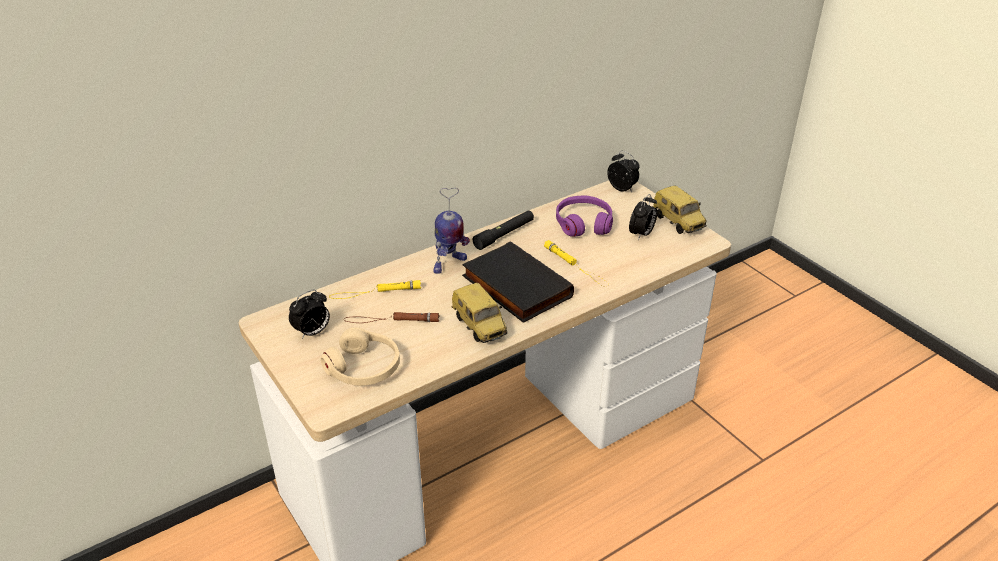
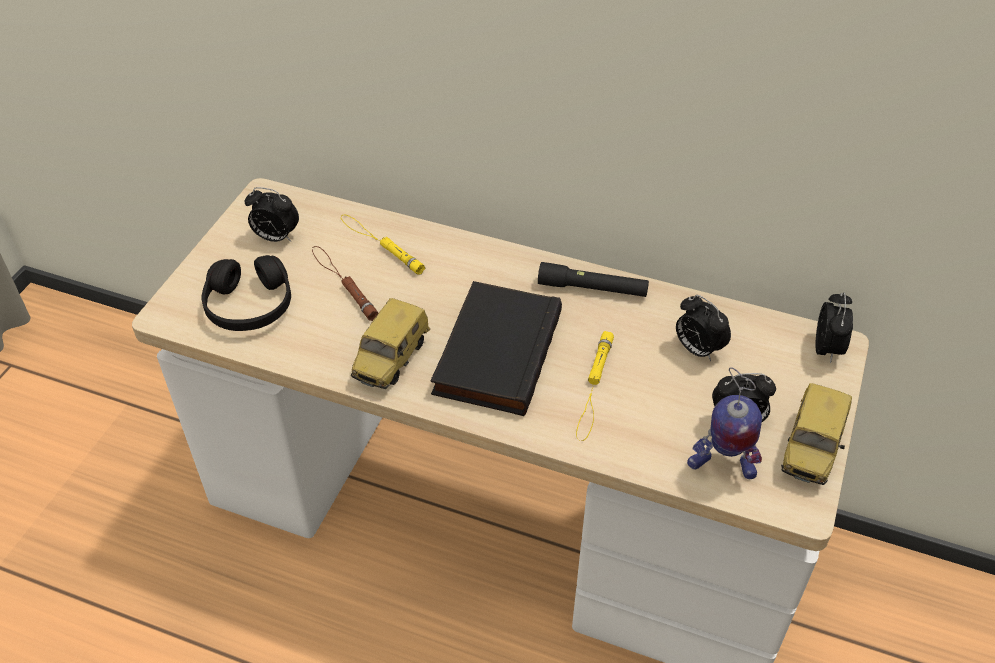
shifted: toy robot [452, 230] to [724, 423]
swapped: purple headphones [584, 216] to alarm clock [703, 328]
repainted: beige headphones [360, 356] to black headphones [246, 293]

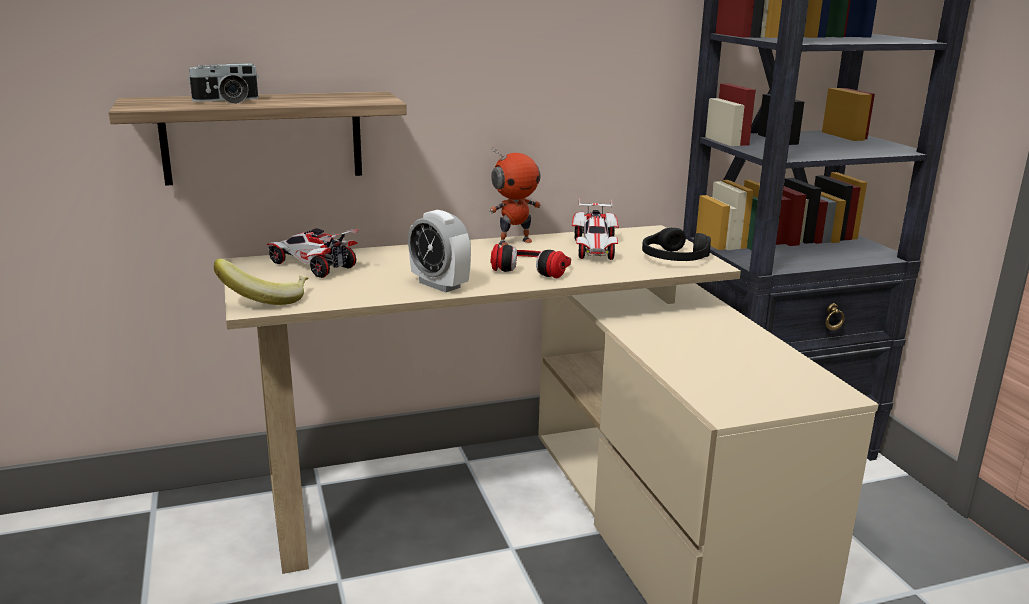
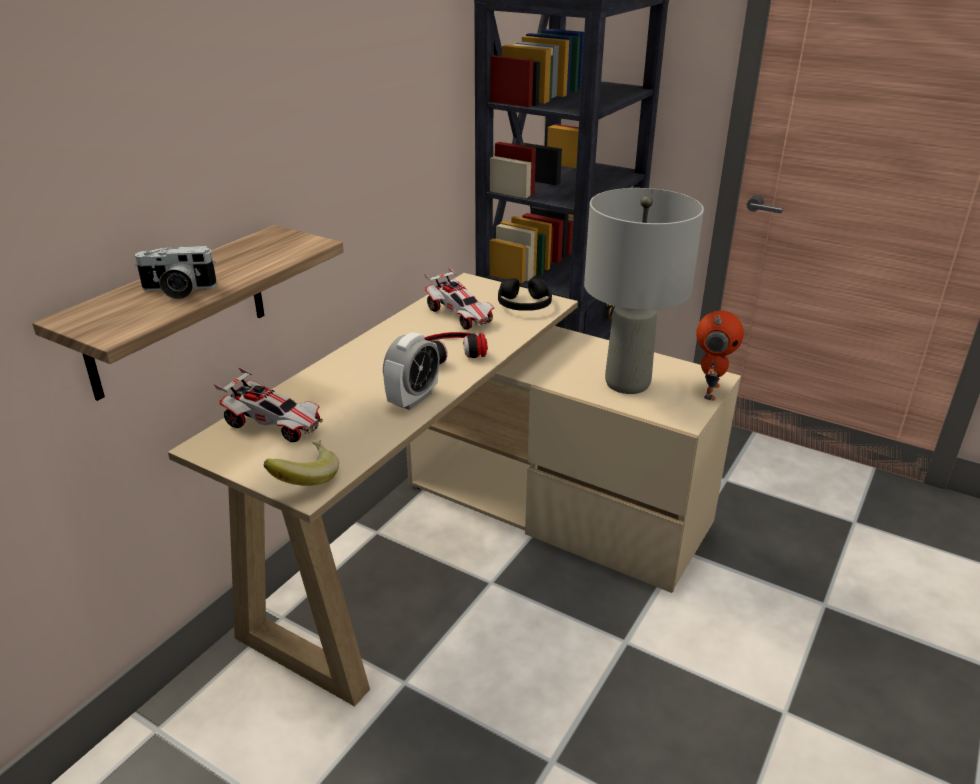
new: grey table lamp [644, 291]
shifted: toy robot [515, 196] to [720, 355]
rotated: photo camera [223, 83] = [175, 272] 60 degrees clockwise; alarm clock [439, 251] = [411, 371] 60 degrees counterclockwise; toy car [313, 253] = [268, 404] 150 degrees counterclockwise

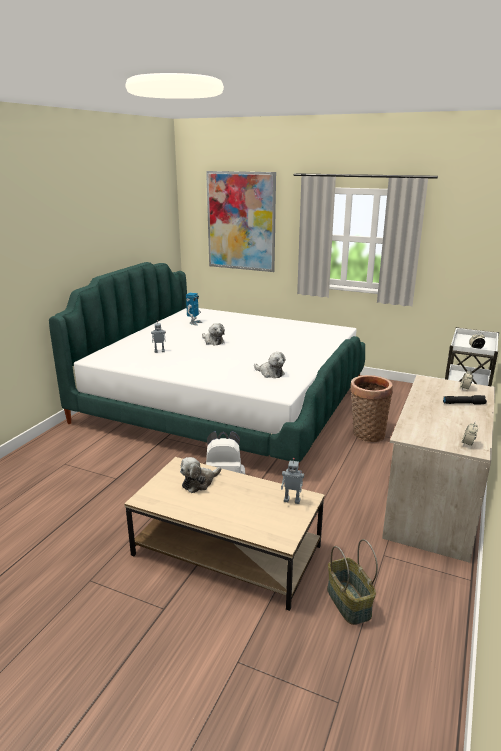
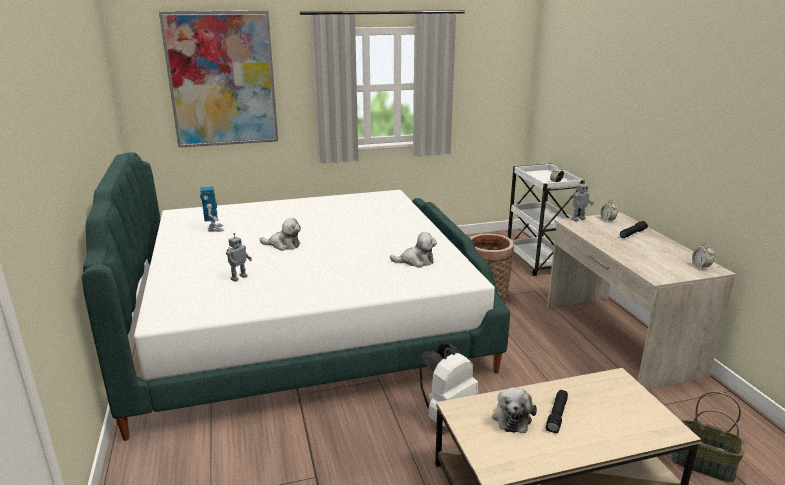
new: black flashlight [557, 411]
shifted: toy robot [292, 481] to [583, 200]

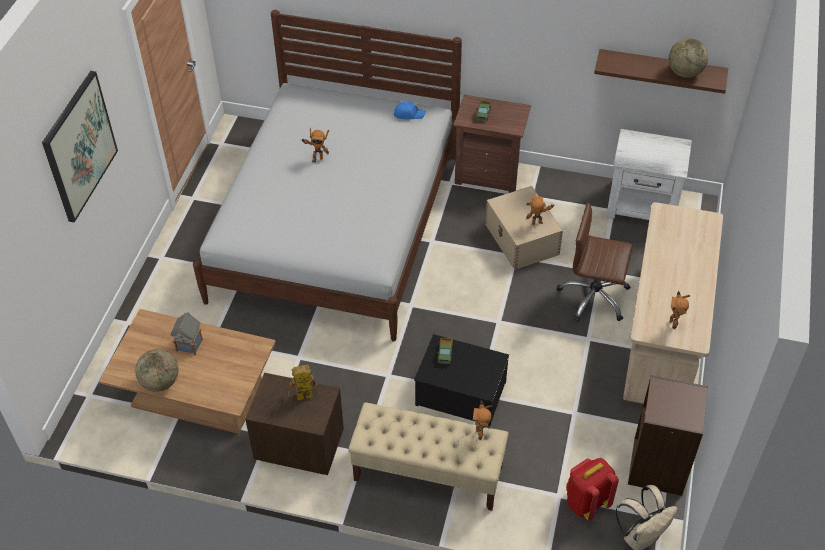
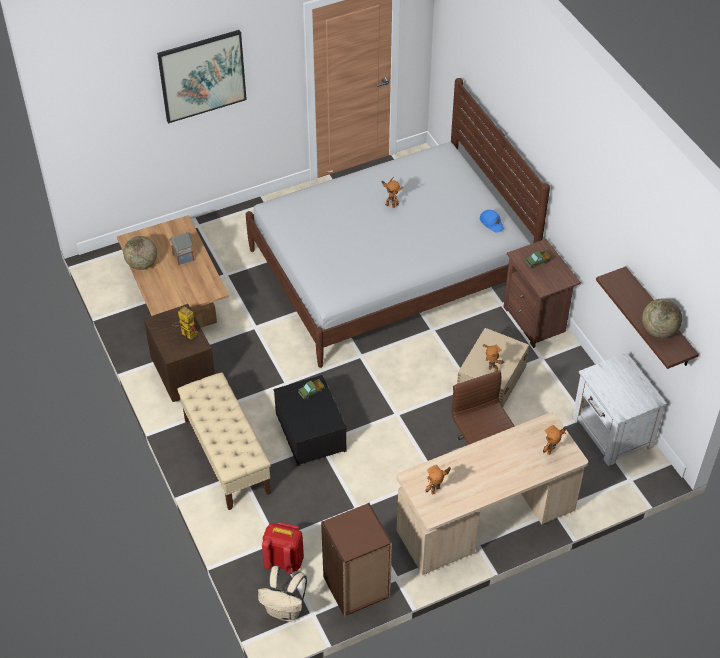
shifted: toy robot [482, 420] to [555, 440]

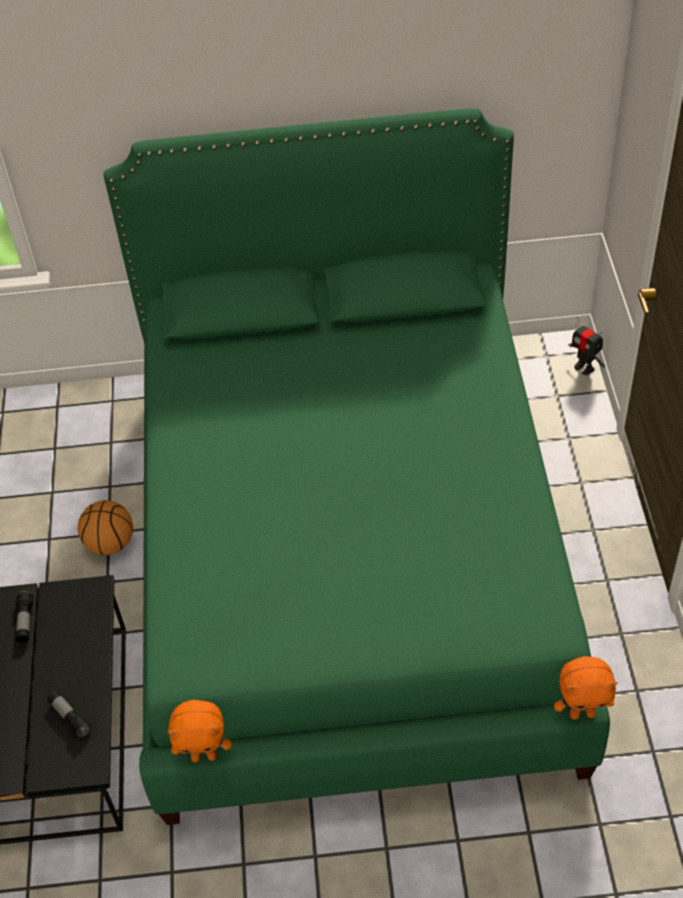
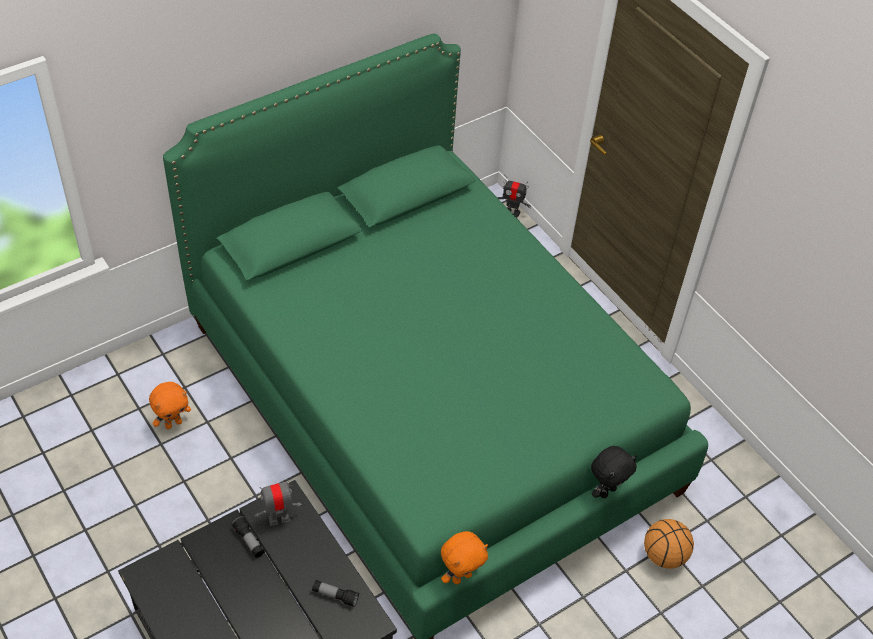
new: black plush toy [614, 472]; toy robot [278, 502]
shifted: basketball [105, 527] to [669, 544]; orange plush toy [585, 688] to [170, 405]

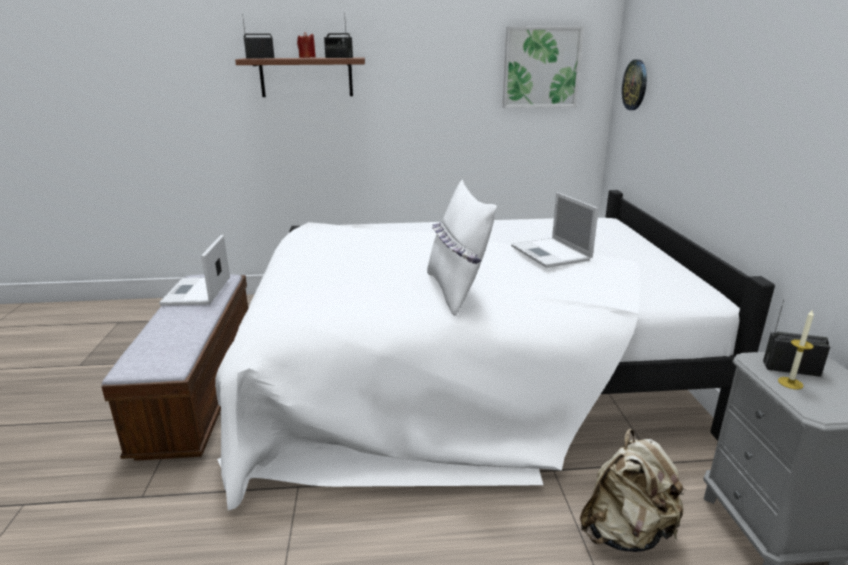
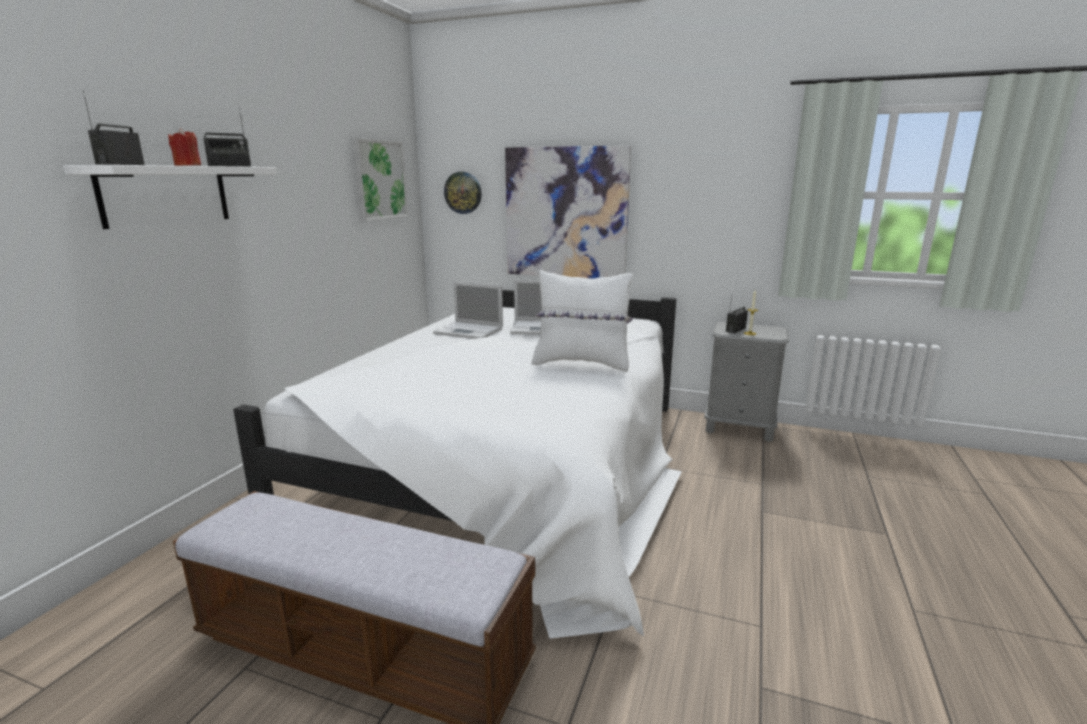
gone: beige backpack [633, 490]
new: picture [568, 212]
shifted: laptop [194, 270] to [468, 310]
repainted: brown shelf [300, 77] to white shelf [170, 197]

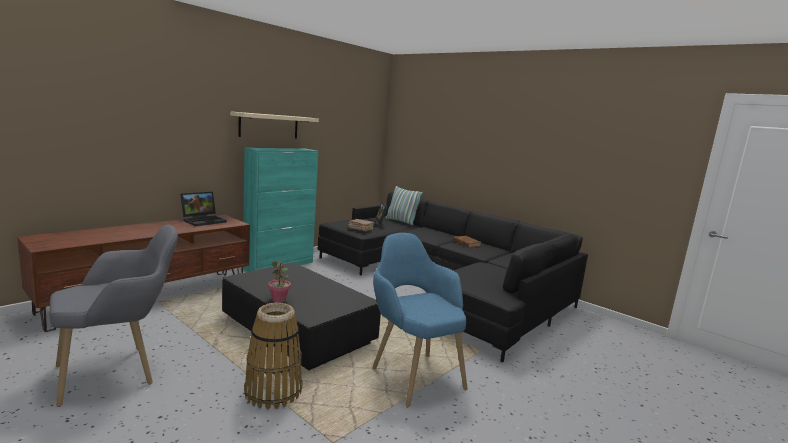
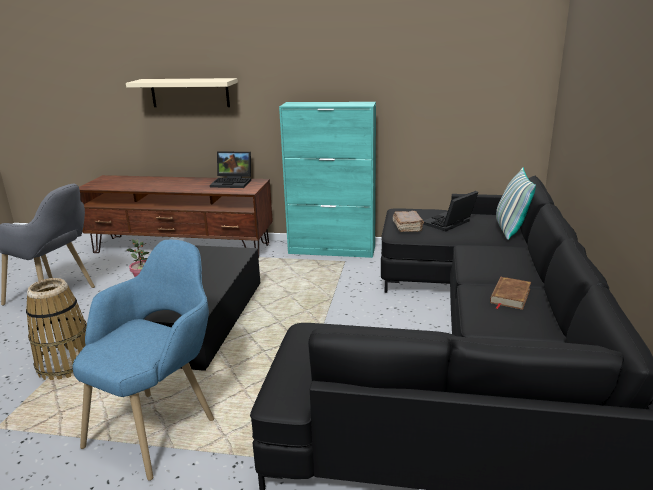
shifted: beige shelf [274, 125] to [182, 92]

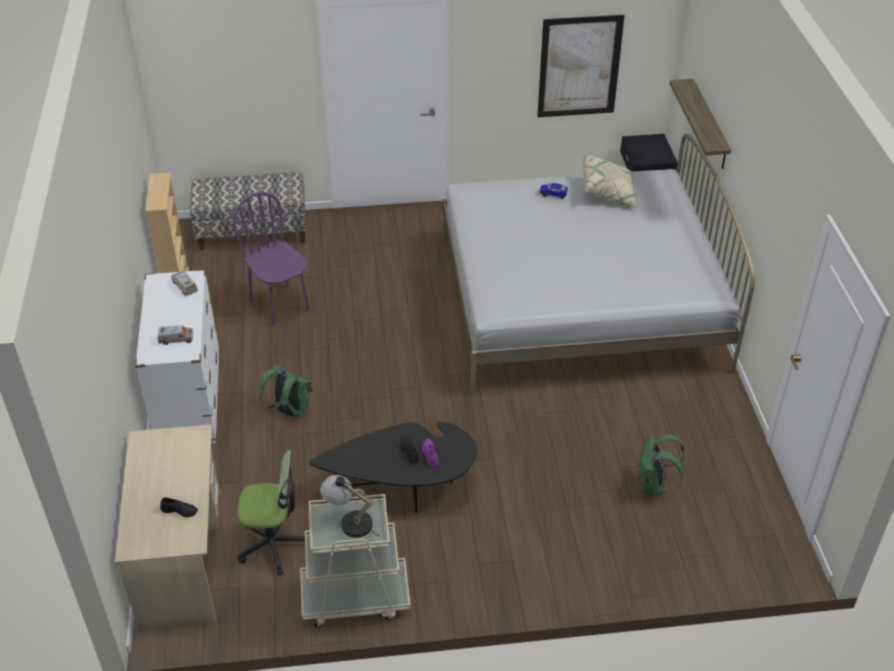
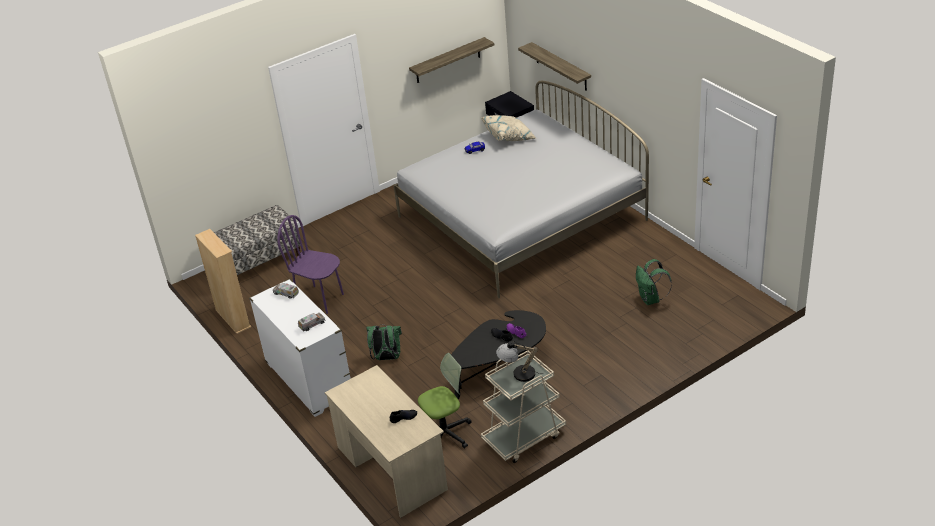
swapped: picture [581, 66] to shelf [451, 60]

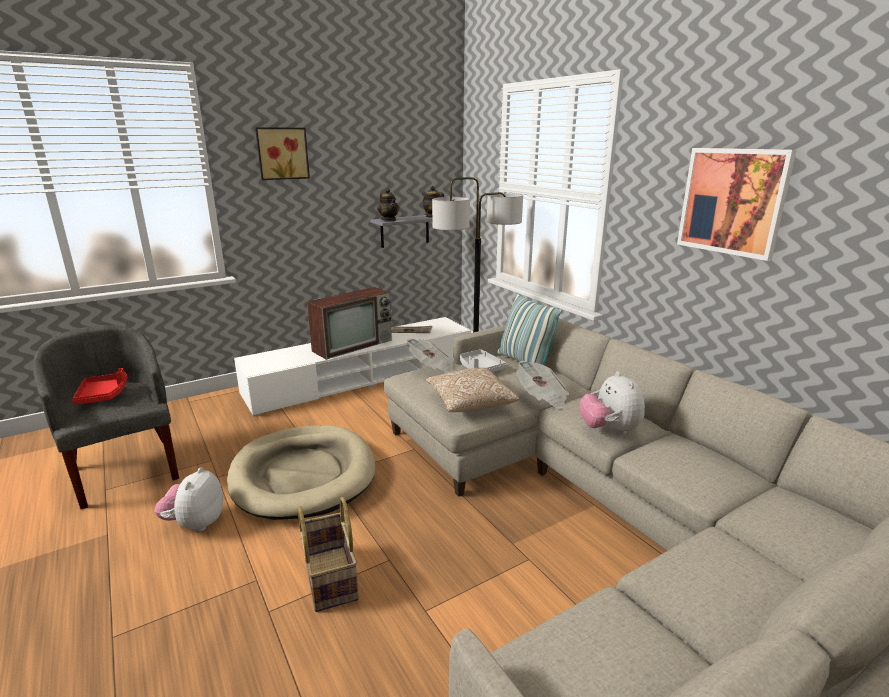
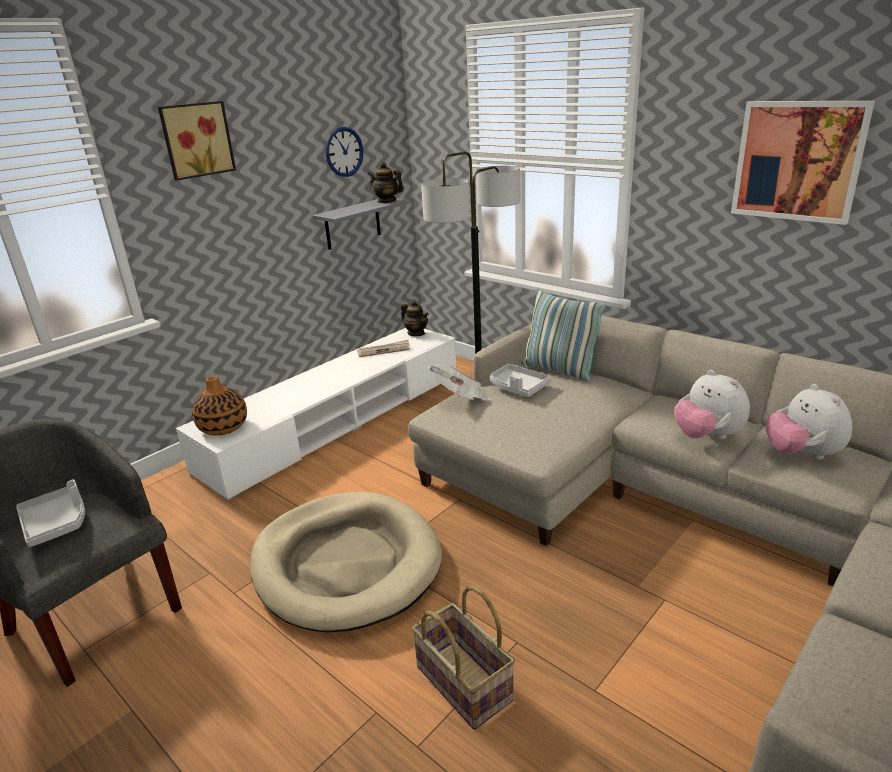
gone: television [349, 323]; newspaper [542, 385]; pillow [472, 390]
new: wall clock [344, 152]; vase [219, 405]
shifted: teapot [388, 204] to [415, 318]; plush toy [189, 499] to [809, 422]
repainted: red tray [100, 386] to grey tray [50, 513]

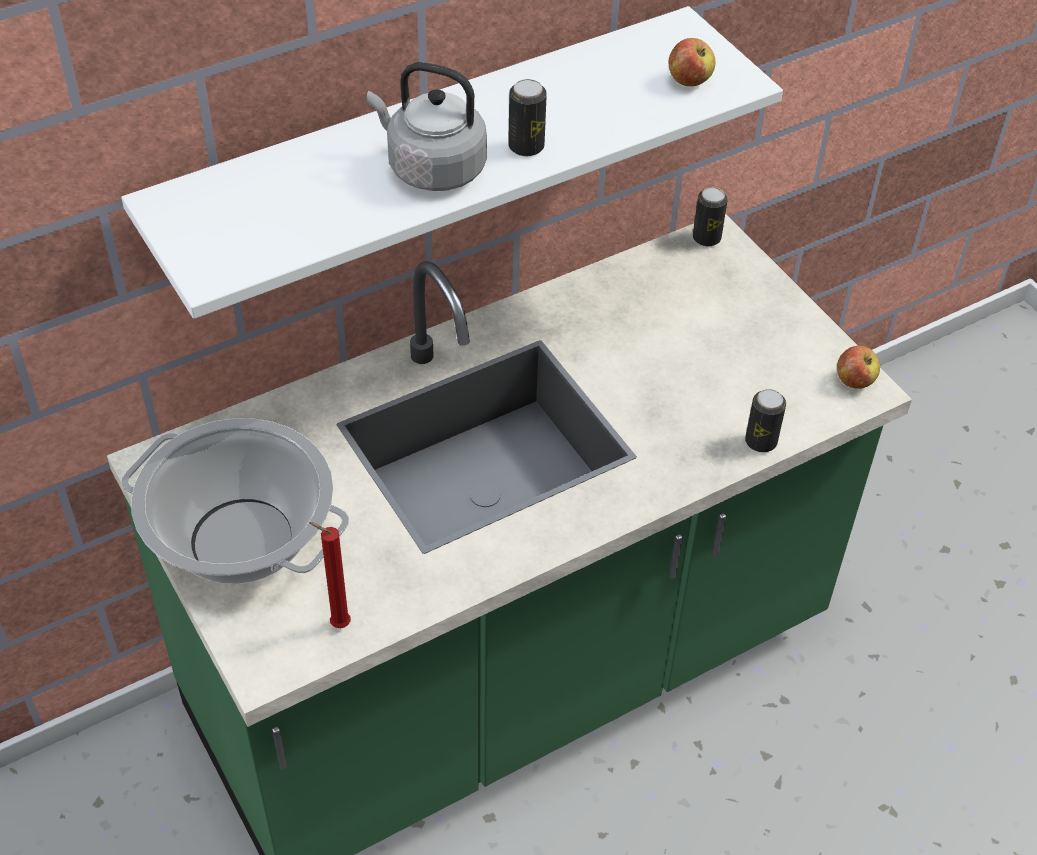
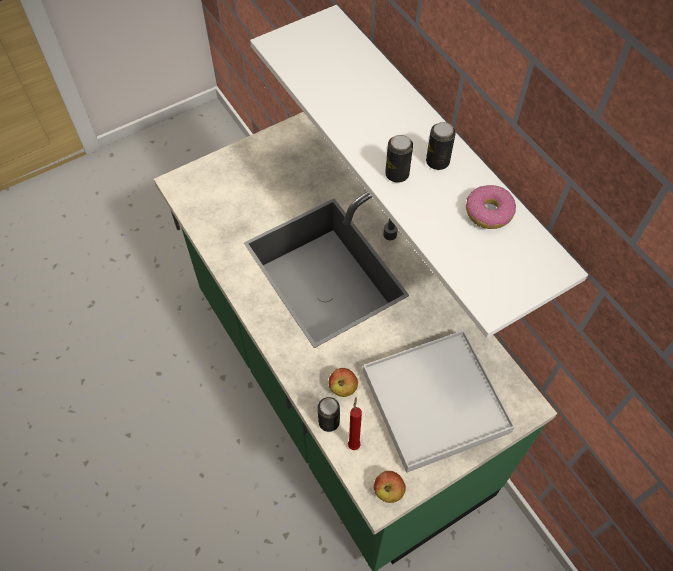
gone: grey kettle [427, 126]; cooking pot [235, 501]
new: donut [491, 207]; white tray [439, 401]
shifted: apple [692, 62] to [343, 382]; can [710, 216] to [441, 146]; red candle [330, 575] to [355, 423]

